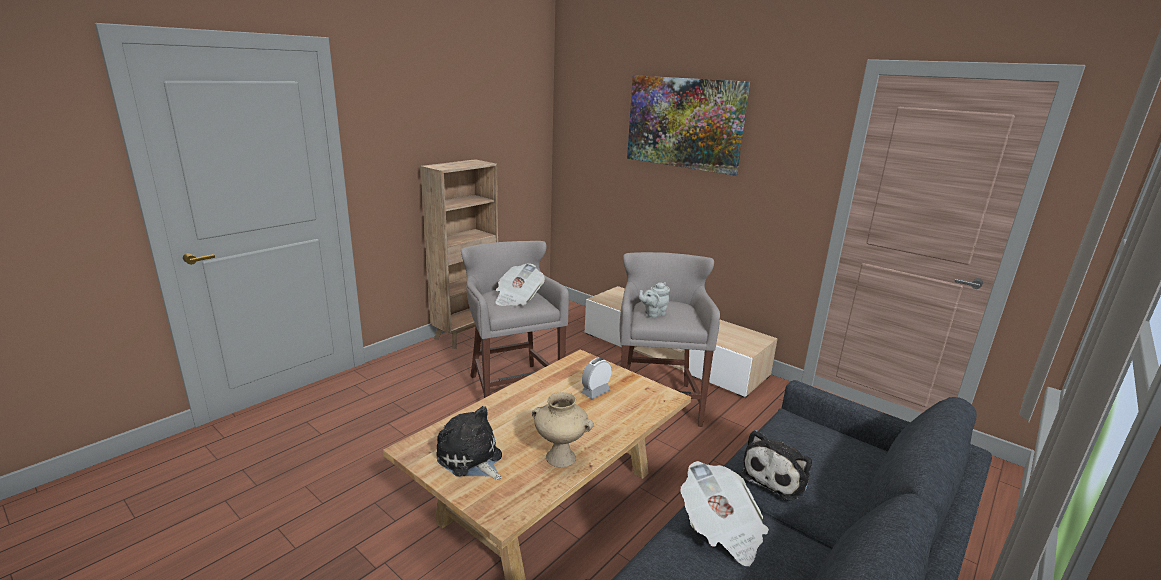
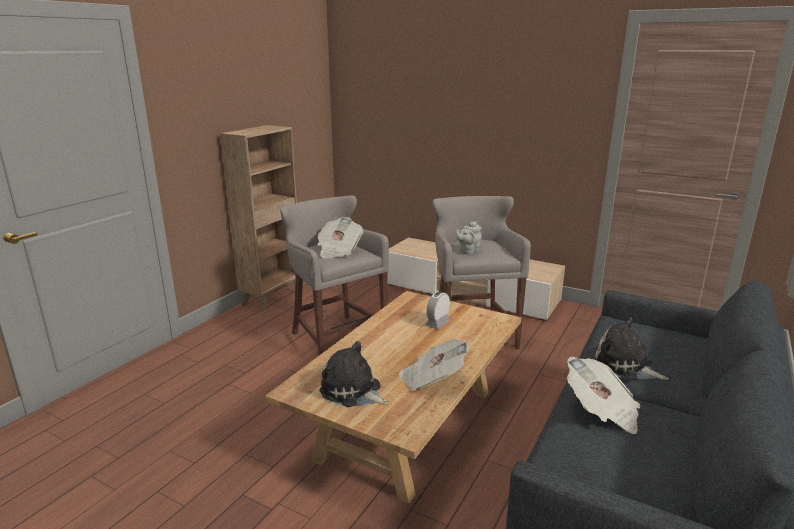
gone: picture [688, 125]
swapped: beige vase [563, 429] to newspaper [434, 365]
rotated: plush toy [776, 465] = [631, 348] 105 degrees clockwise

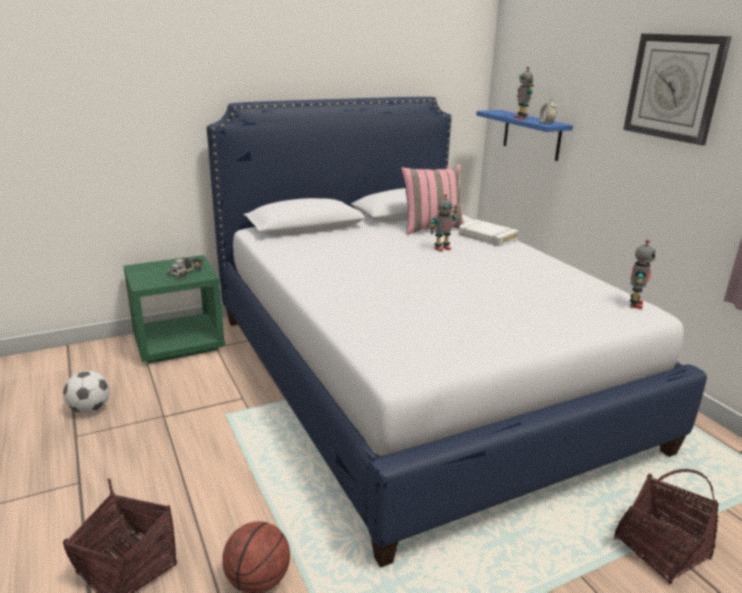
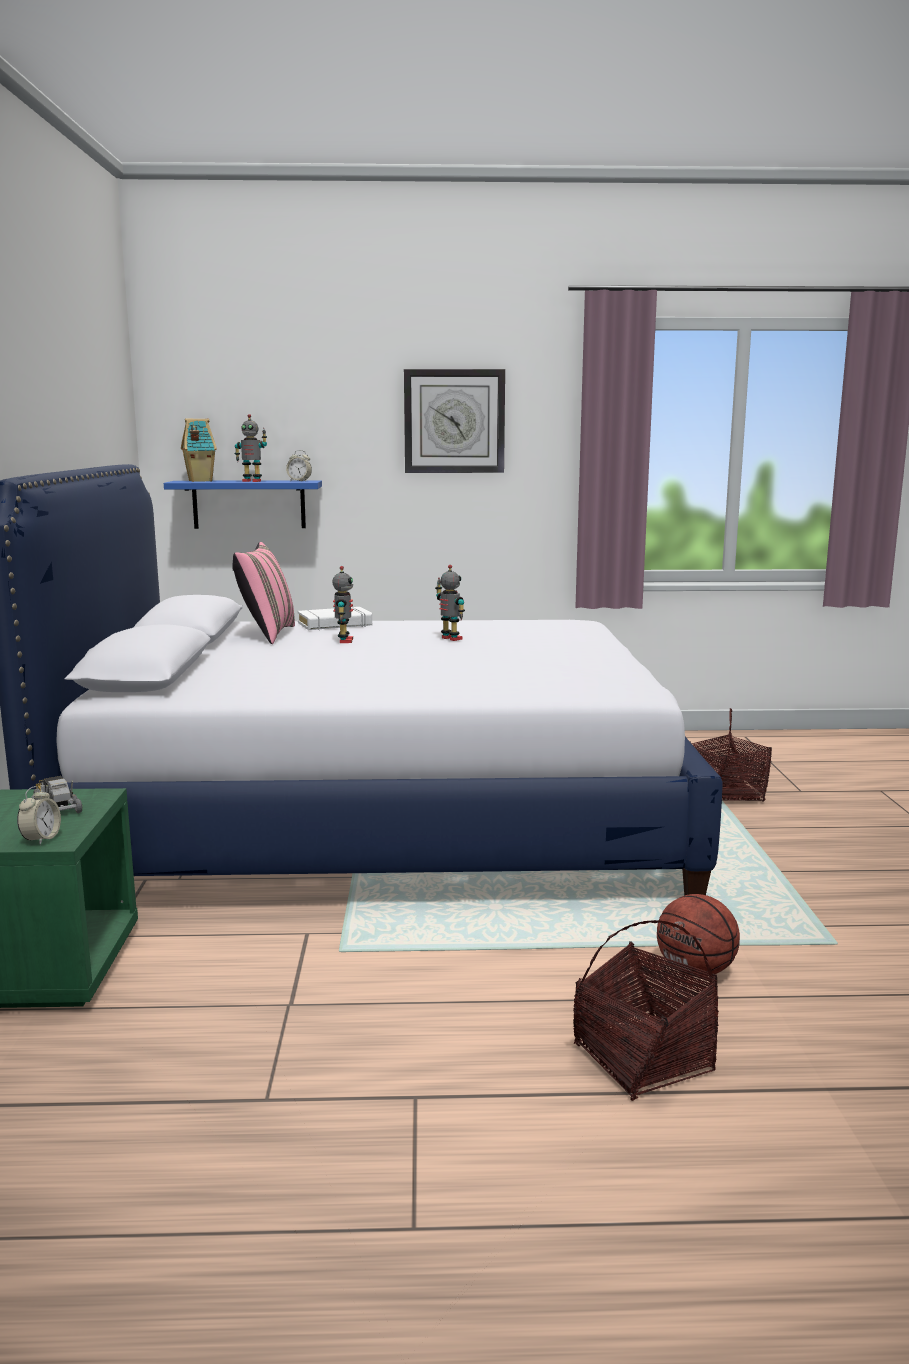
gone: football [86, 392]
new: toy house [199, 450]; alarm clock [39, 815]
shifted: toy robot [643, 274] to [450, 603]

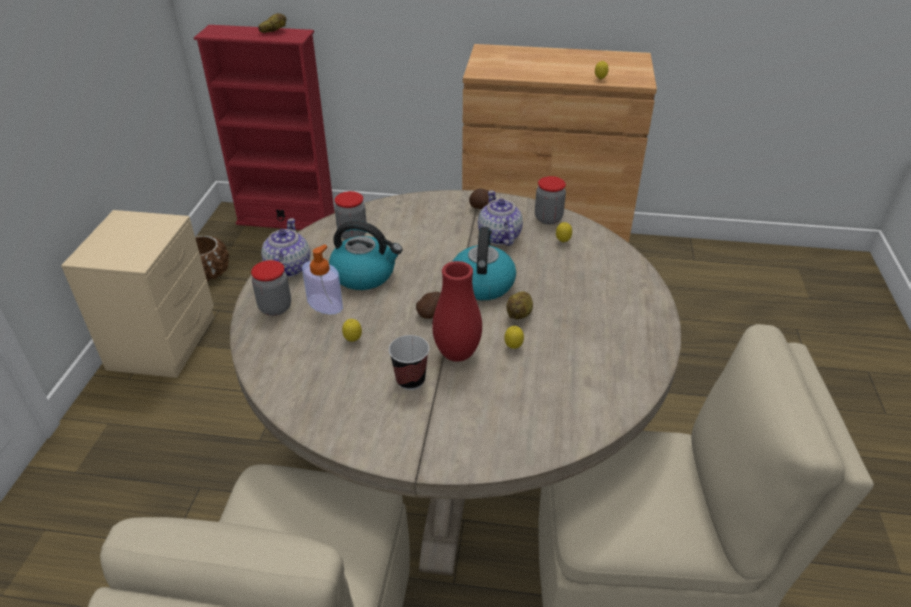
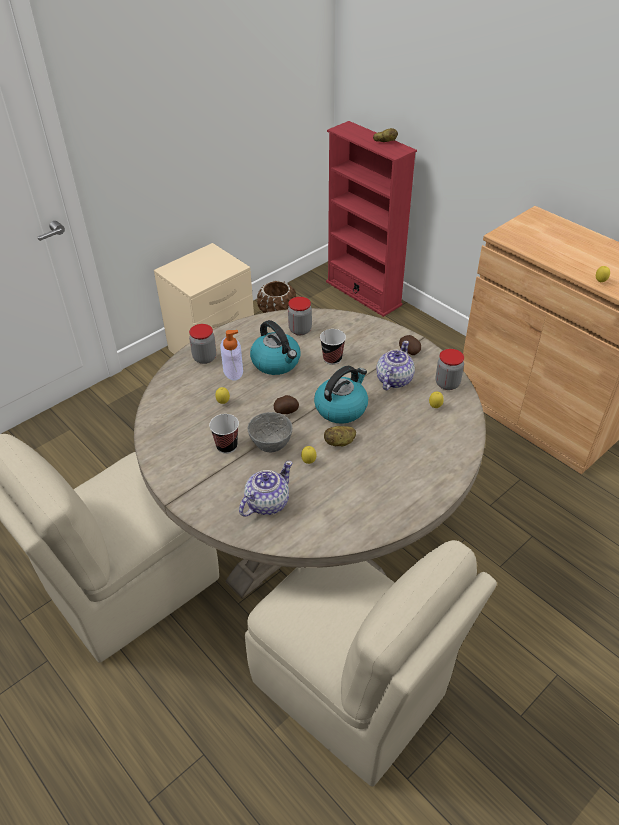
new: cup [333, 347]
shifted: teapot [285, 247] to [265, 488]
swapped: red vase [457, 311] to grey bowl [270, 432]

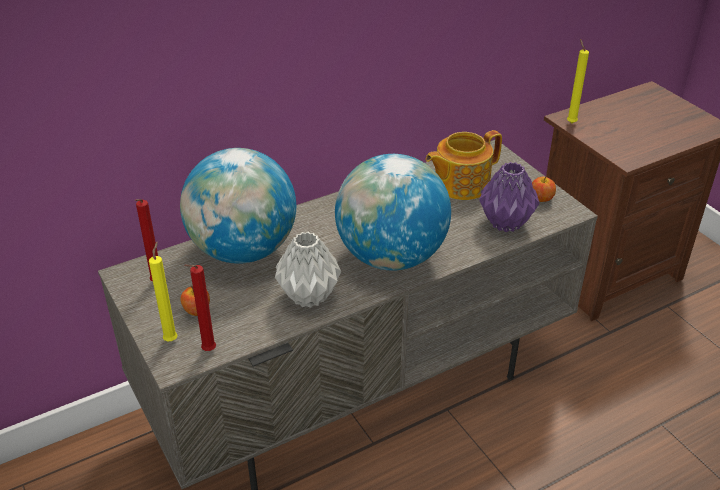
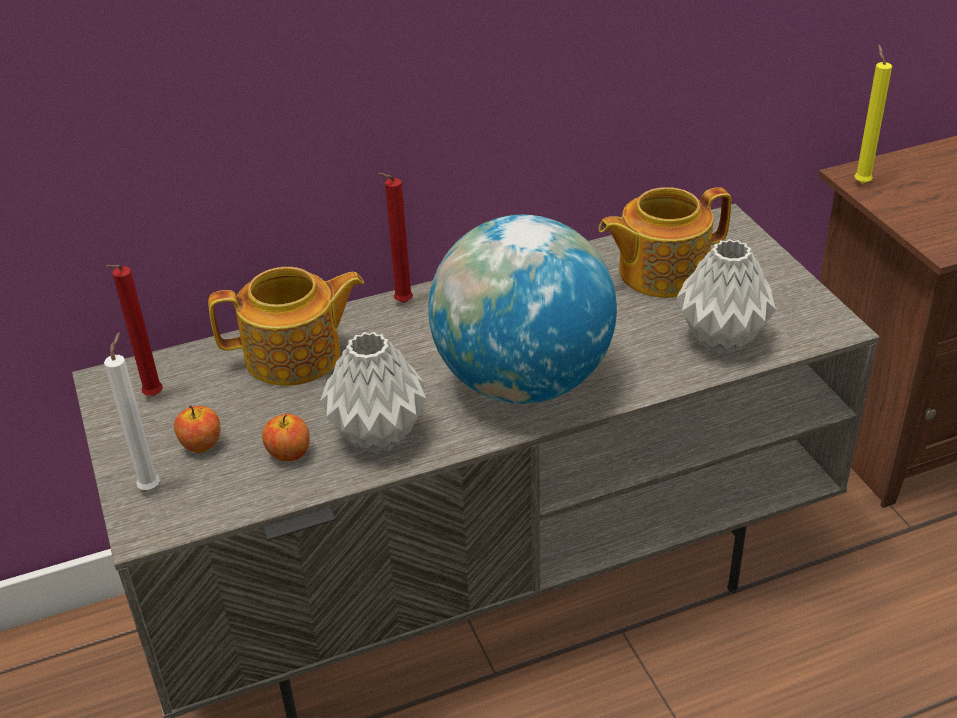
shifted: apple [544, 189] to [286, 437]; red candle [200, 308] to [395, 238]
swapped: globe [238, 206] to teapot [286, 326]
repainted: purple vase [509, 197] to grey vase [726, 296]; yellow candle [163, 291] to white candle [132, 411]

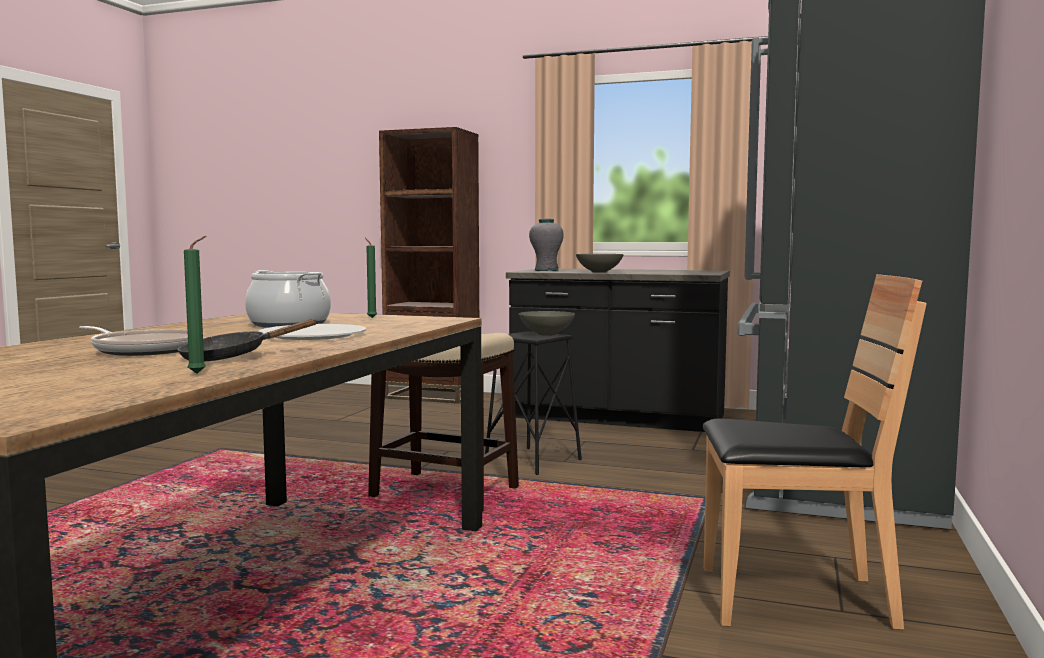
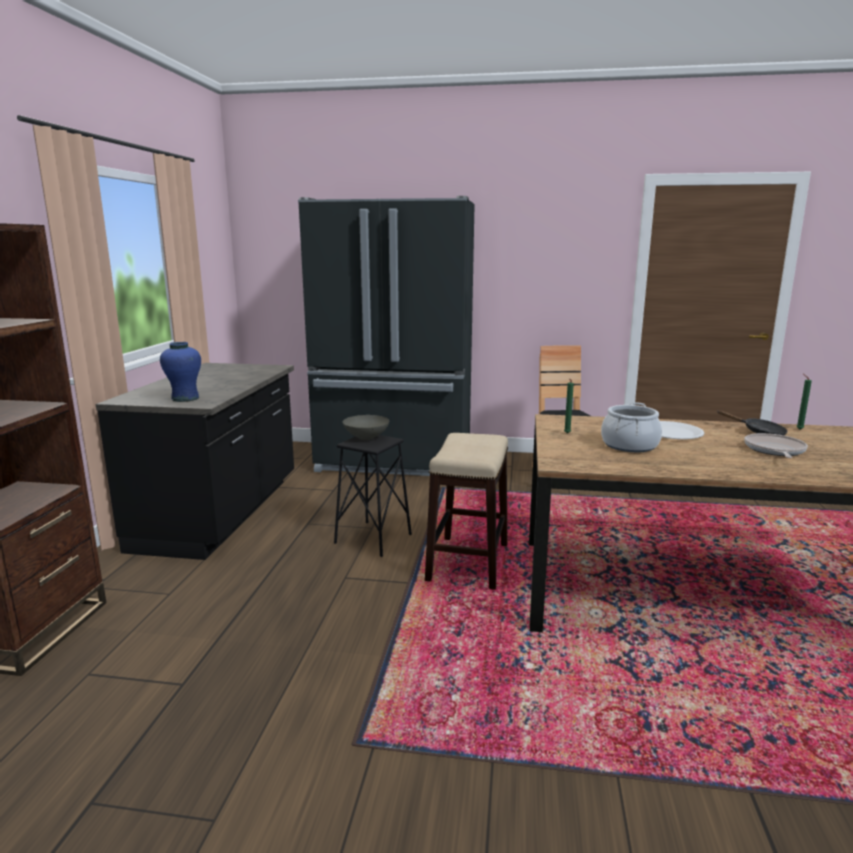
gone: grey bowl [599, 263]
repainted: grey vase [546, 245] to blue vase [180, 372]

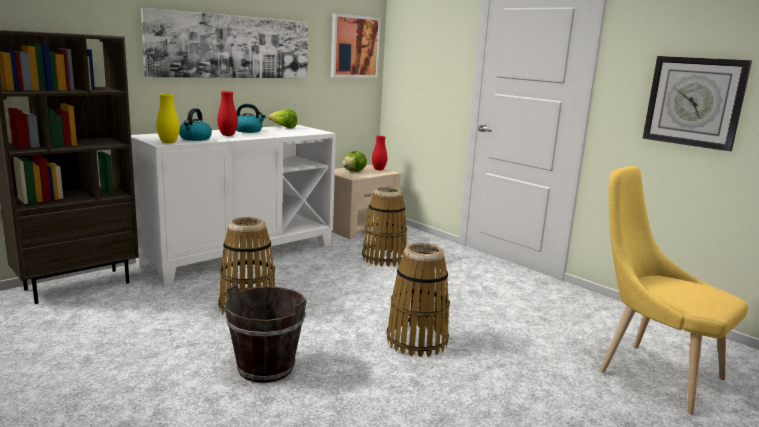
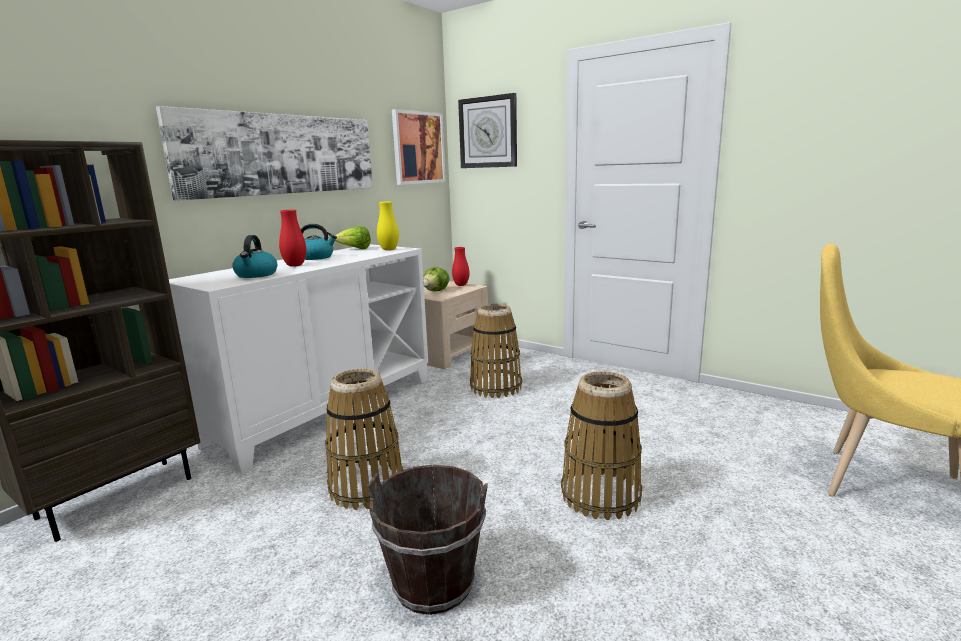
shifted: wall clock [697, 103] to [487, 130]; yellow vase [168, 118] to [388, 226]

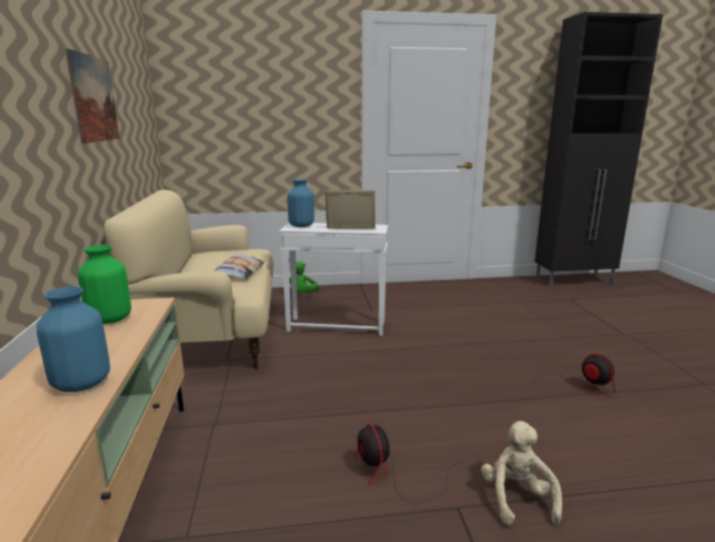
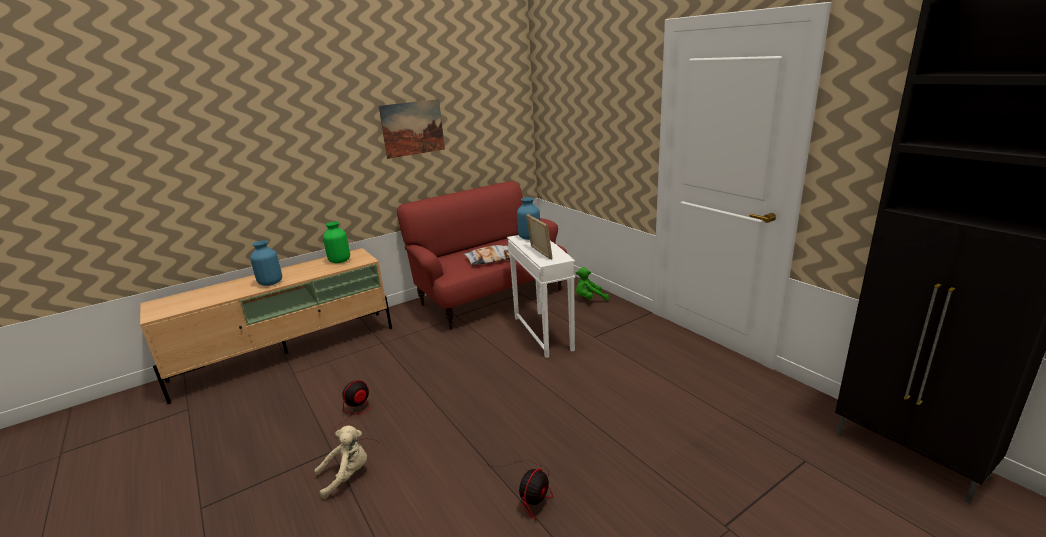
repainted: beige sofa [188, 279] to red sofa [482, 255]

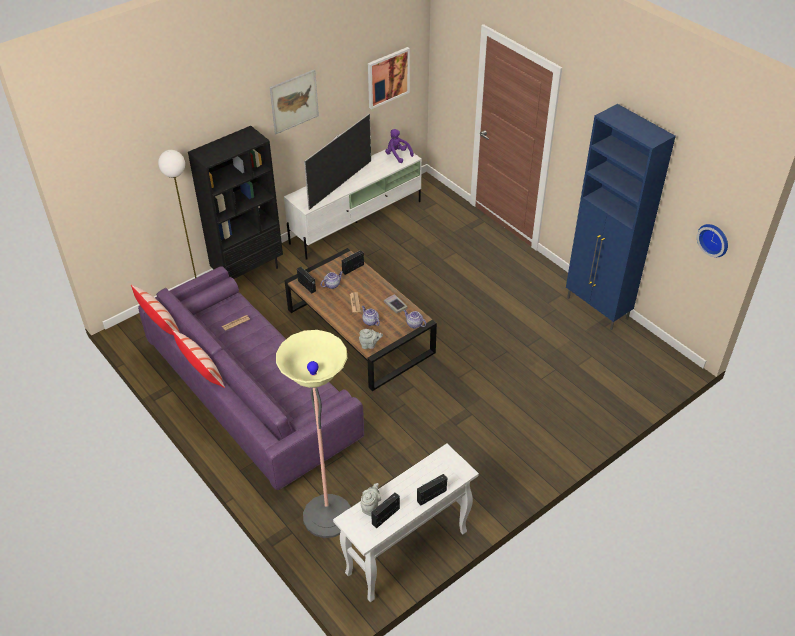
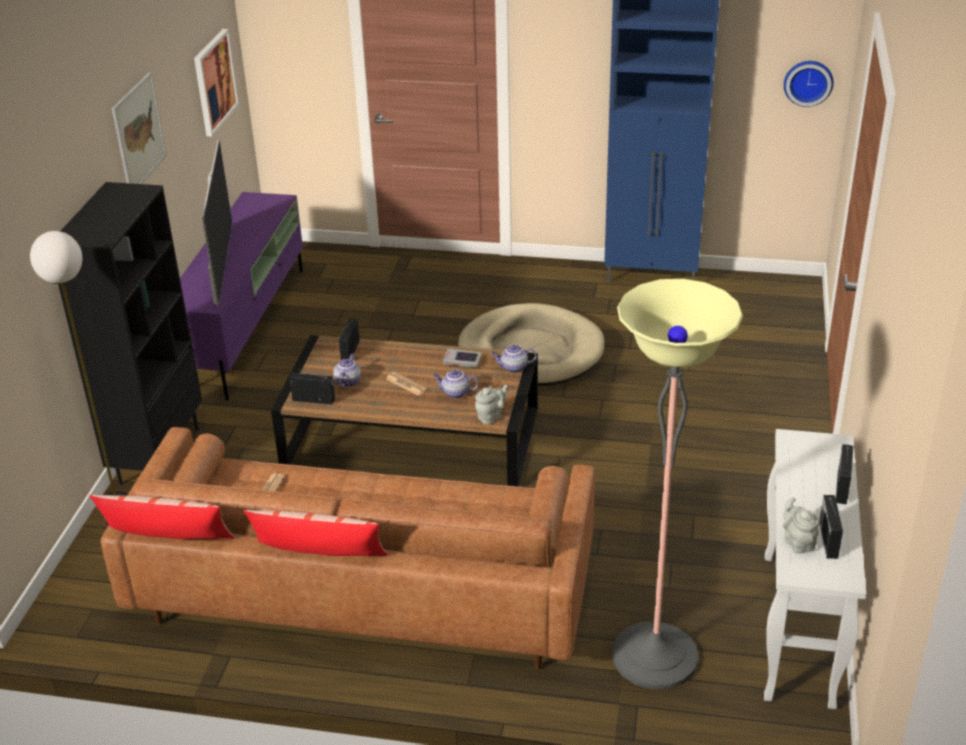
gone: purple plush toy [399, 146]
new: beige dog bed [530, 344]
repainted: white tv stand [353, 202] to purple tv stand [241, 296]; purple sofa [251, 378] to brown sofa [348, 548]

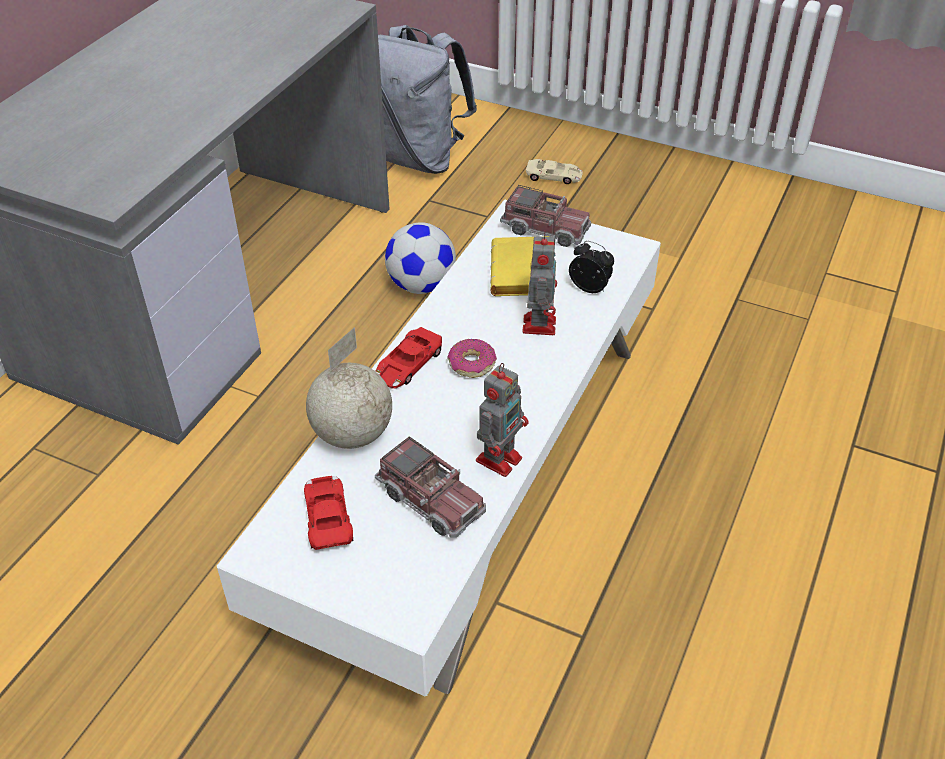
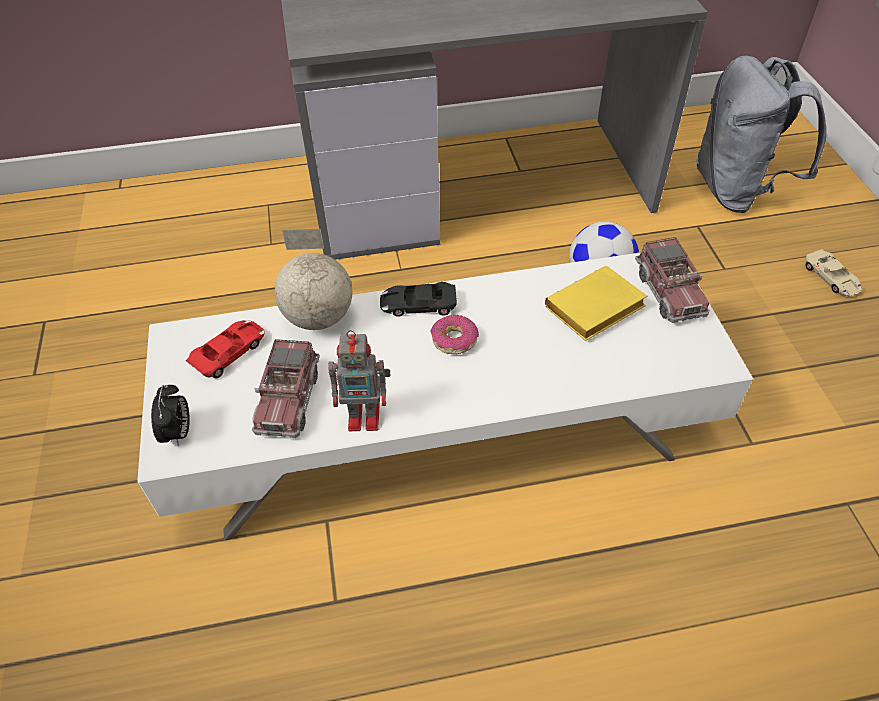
gone: toy robot [539, 283]
shifted: alarm clock [591, 267] to [170, 416]
repainted: red toy car [409, 358] to black toy car [418, 299]

